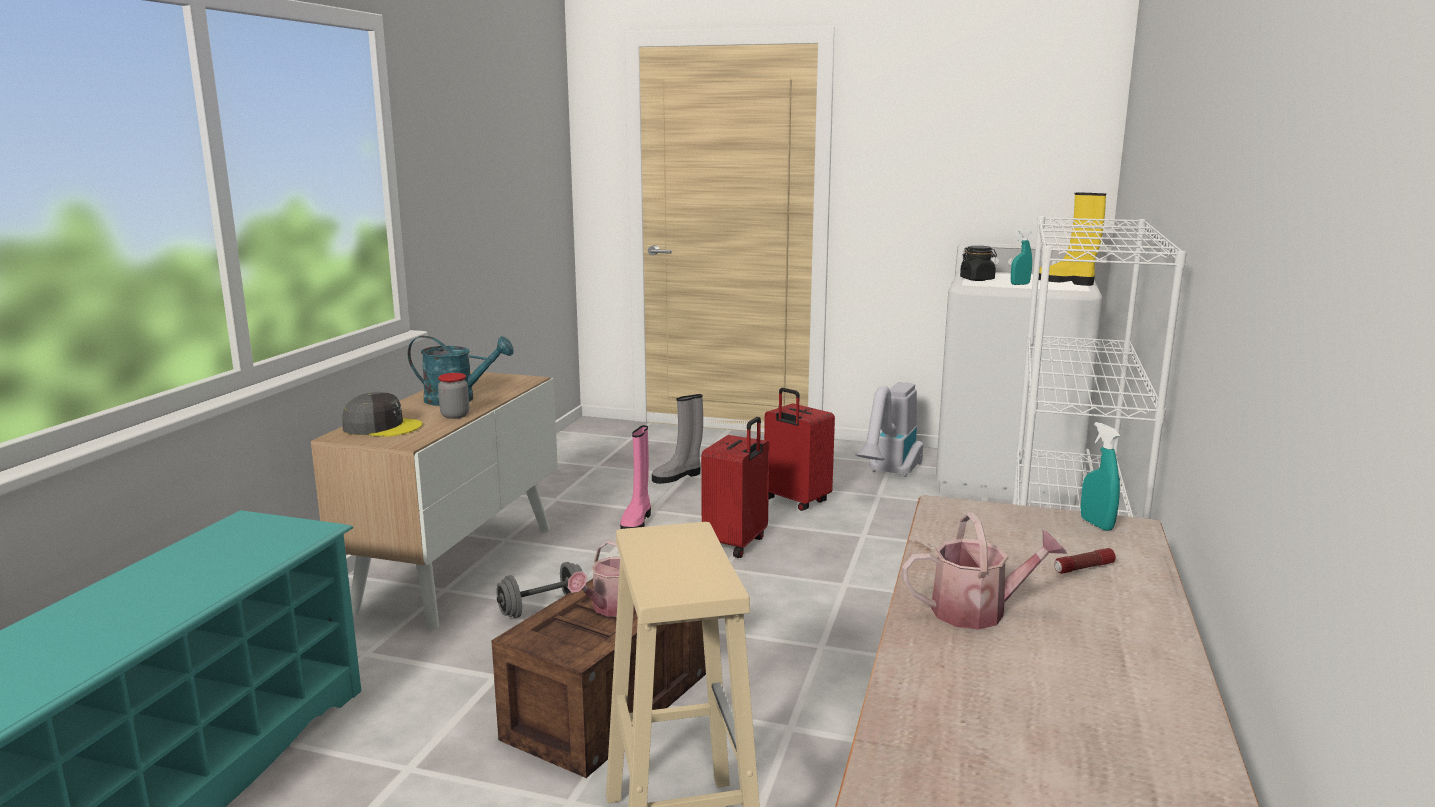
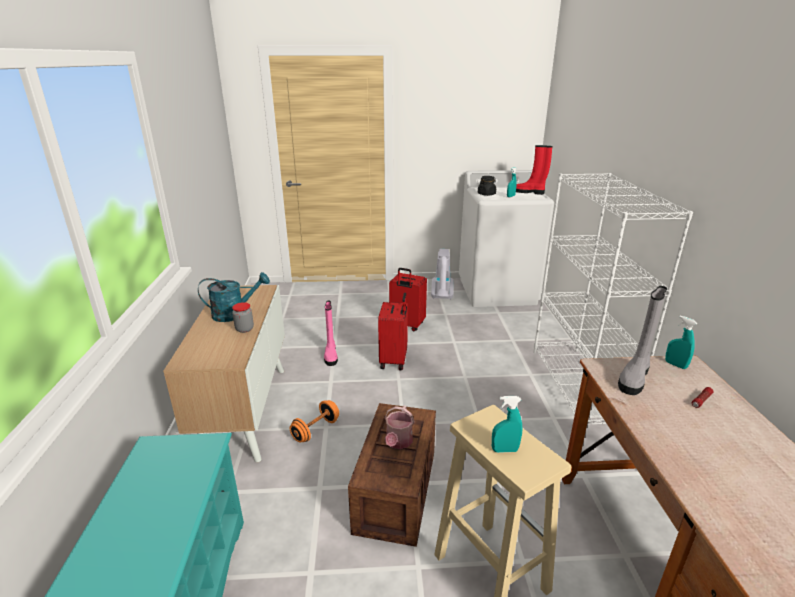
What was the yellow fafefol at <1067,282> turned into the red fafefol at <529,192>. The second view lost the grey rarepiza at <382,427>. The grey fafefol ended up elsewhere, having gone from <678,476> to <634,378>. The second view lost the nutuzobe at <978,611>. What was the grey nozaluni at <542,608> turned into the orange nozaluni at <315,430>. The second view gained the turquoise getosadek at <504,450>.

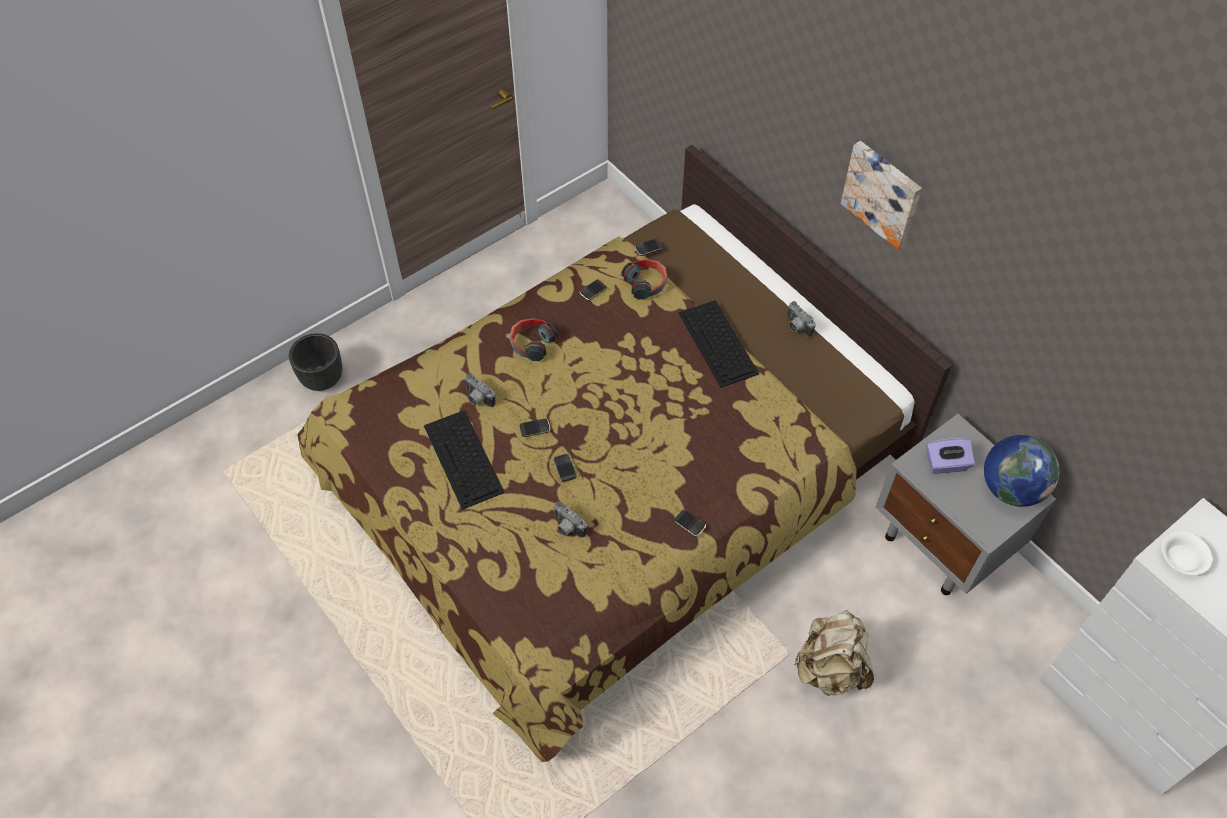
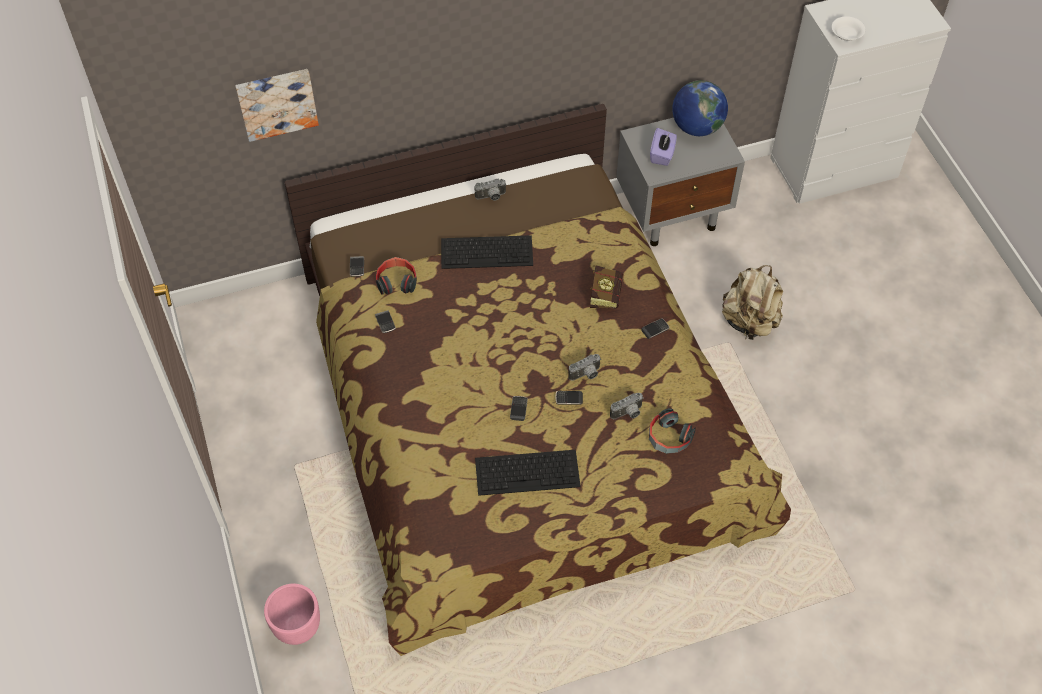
The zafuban ended up elsewhere, having gone from <883,193> to <276,102>. The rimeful ended up elsewhere, having gone from <532,343> to <668,438>. What was the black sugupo at <323,378> turned into the pink sugupo at <297,626>. The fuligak ended up elsewhere, having gone from <477,399> to <586,375>. The second view gained the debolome at <605,292>.

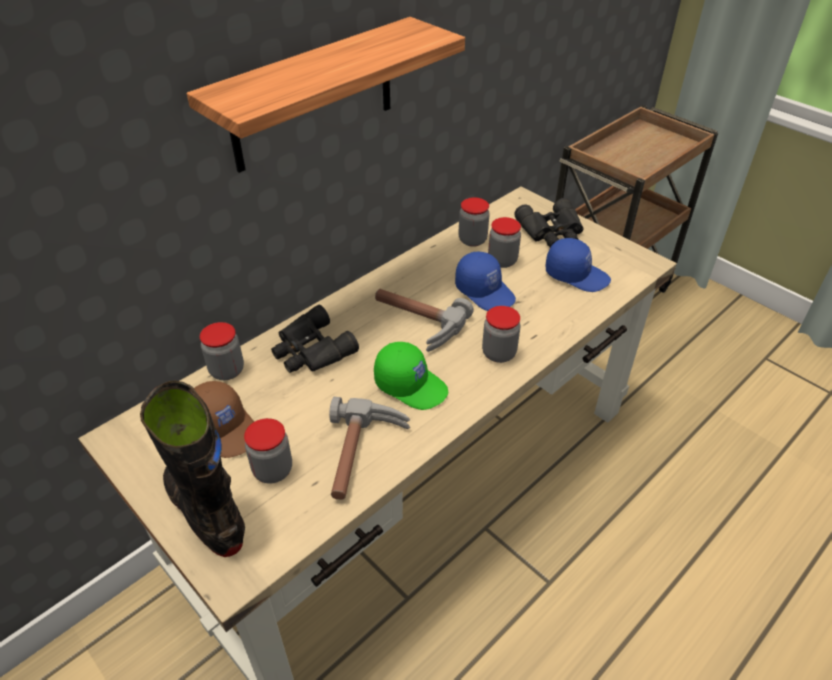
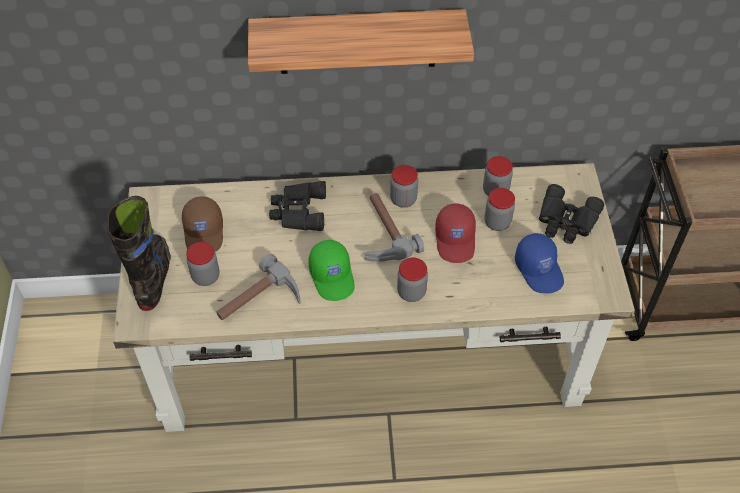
What was the blue rarepiza at <485,291> turned into the red rarepiza at <456,240>. The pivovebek ended up elsewhere, having gone from <227,370> to <403,199>.

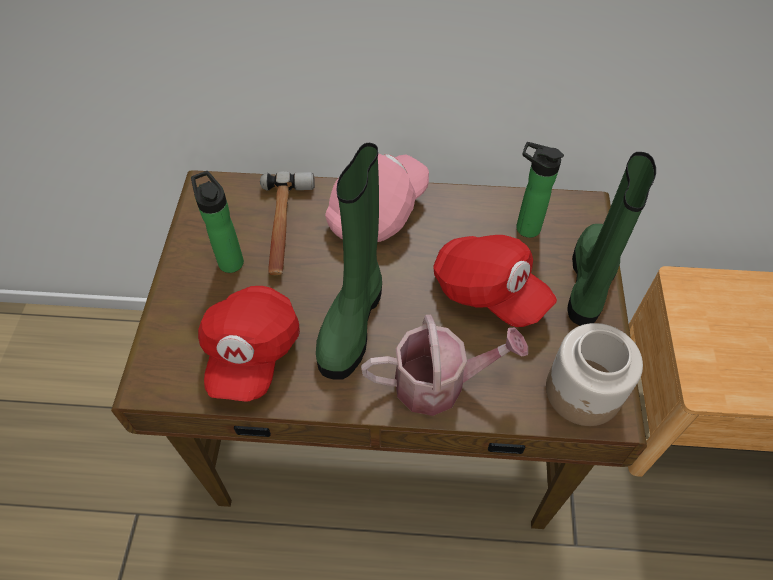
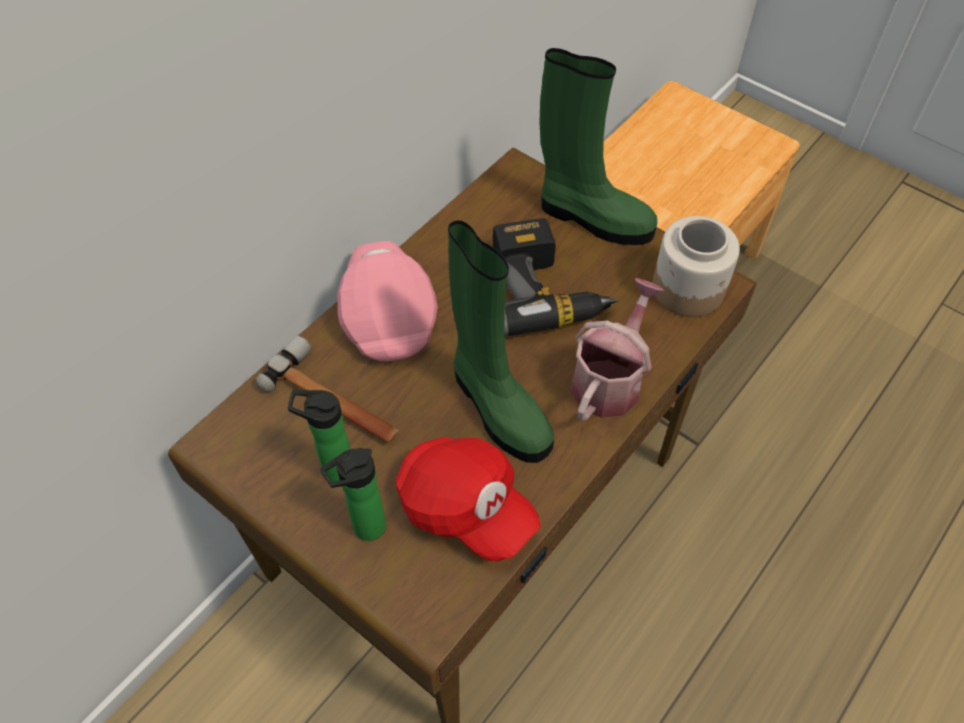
The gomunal ended up elsewhere, having gone from <524,227> to <364,529>. The green fafefol at <589,282> ended up facing another way, 150 degrees clockwise from before. Where the red rarepiza stood at <488,291>, the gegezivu came to stand at <546,289>.

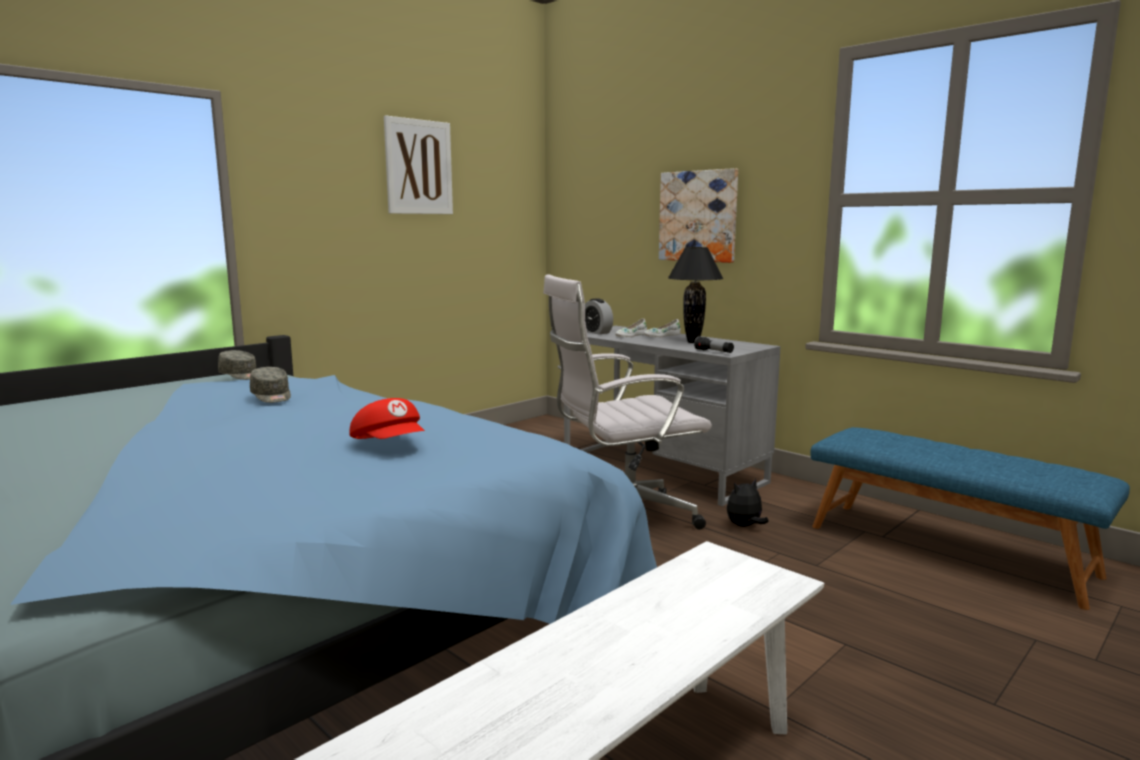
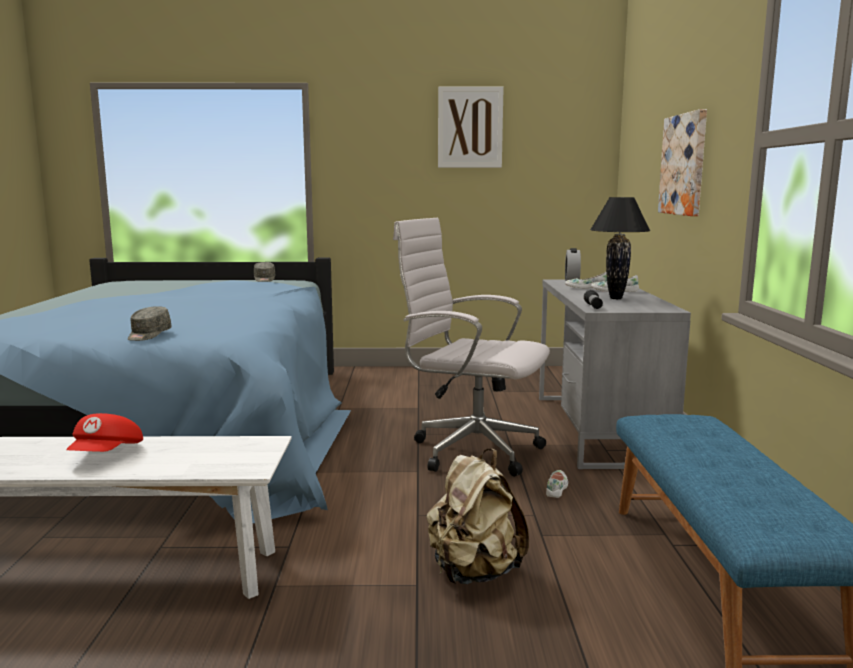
The grey rarepiza ended up elsewhere, having gone from <272,396> to <148,335>. The red rarepiza ended up elsewhere, having gone from <390,445> to <107,455>. Where the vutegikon stood at <745,526>, the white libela came to stand at <557,488>. The second view gained the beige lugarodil at <473,573>.

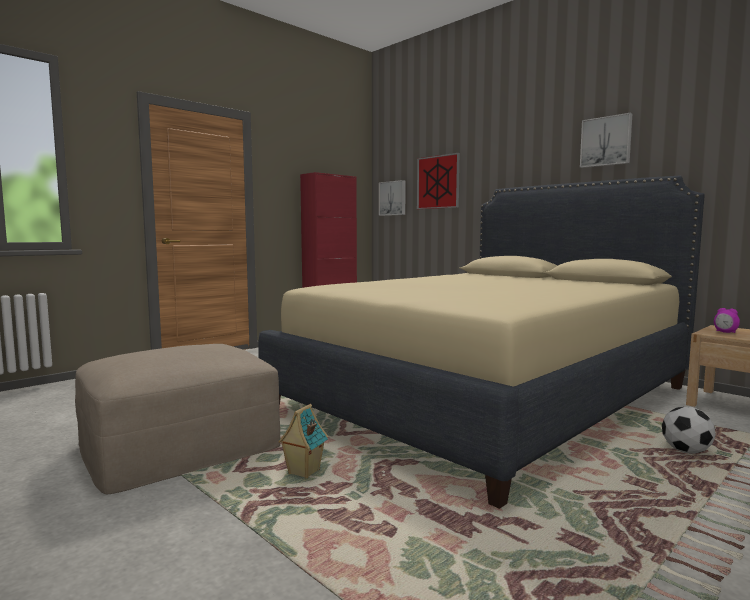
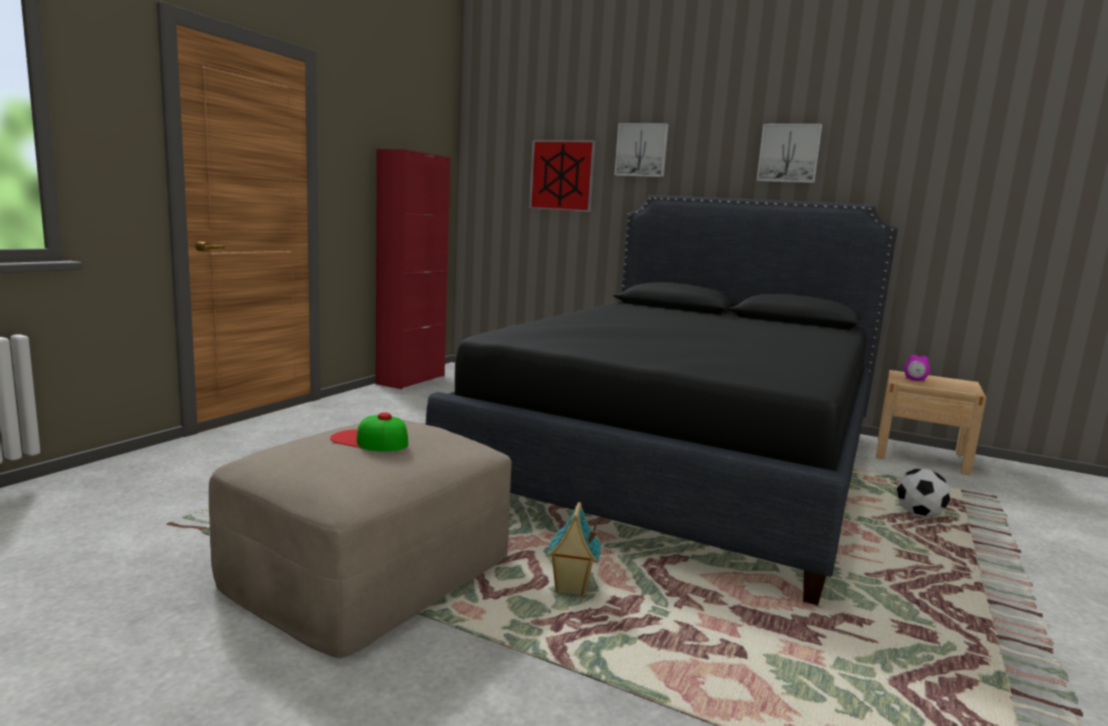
What was the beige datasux at <489,397> turned into the black datasux at <683,461>. The zafuban ended up elsewhere, having gone from <393,198> to <642,150>. The second view gained the rarepiza at <369,440>.

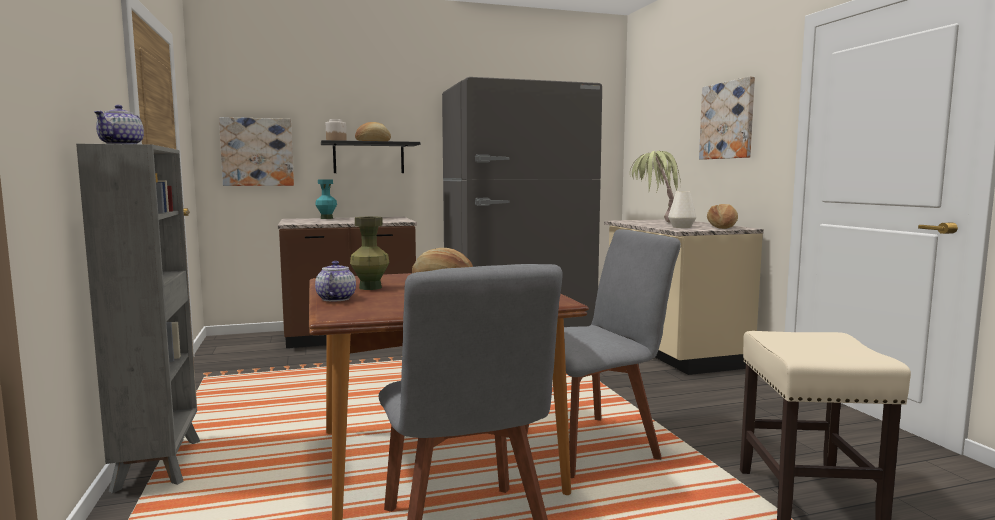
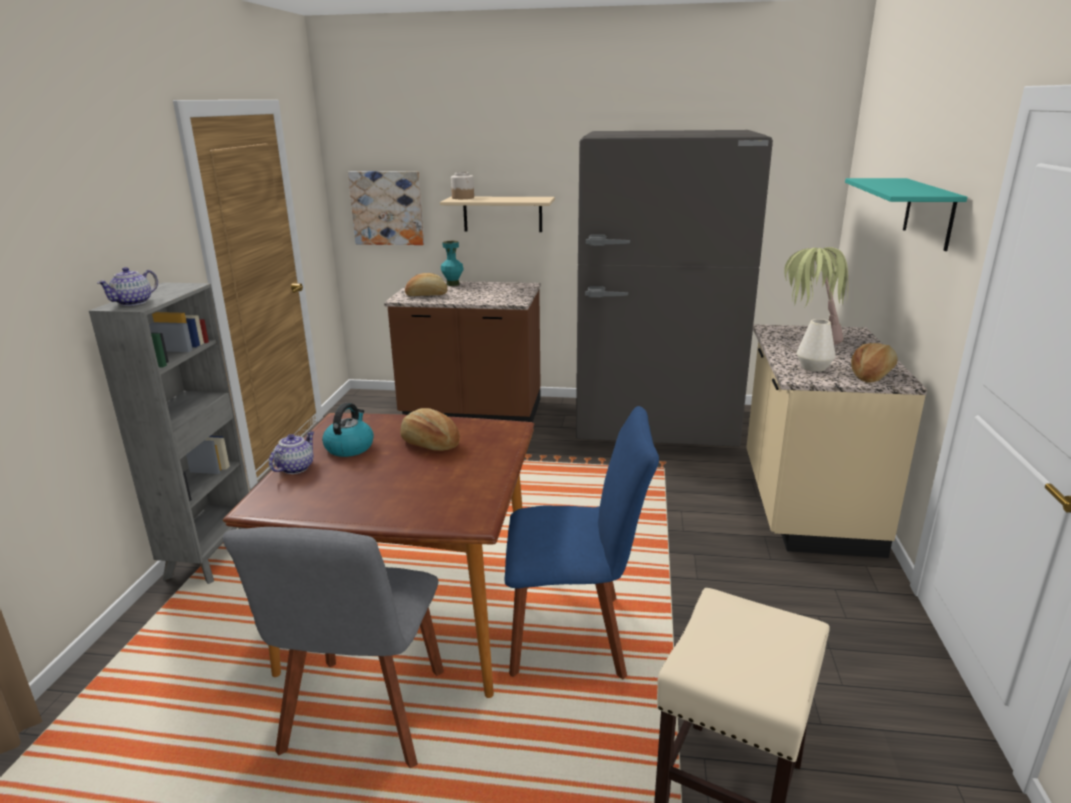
Where the zafuban hung at <727,120>, the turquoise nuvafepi came to hang at <929,213>. The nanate ended up elsewhere, having gone from <373,141> to <426,295>. What was the black nuvafepi at <368,158> turned into the beige nuvafepi at <502,214>. Where the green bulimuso stood at <370,288>, the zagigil came to stand at <349,447>. What was the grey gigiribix at <593,444> turned into the blue gigiribix at <575,635>.

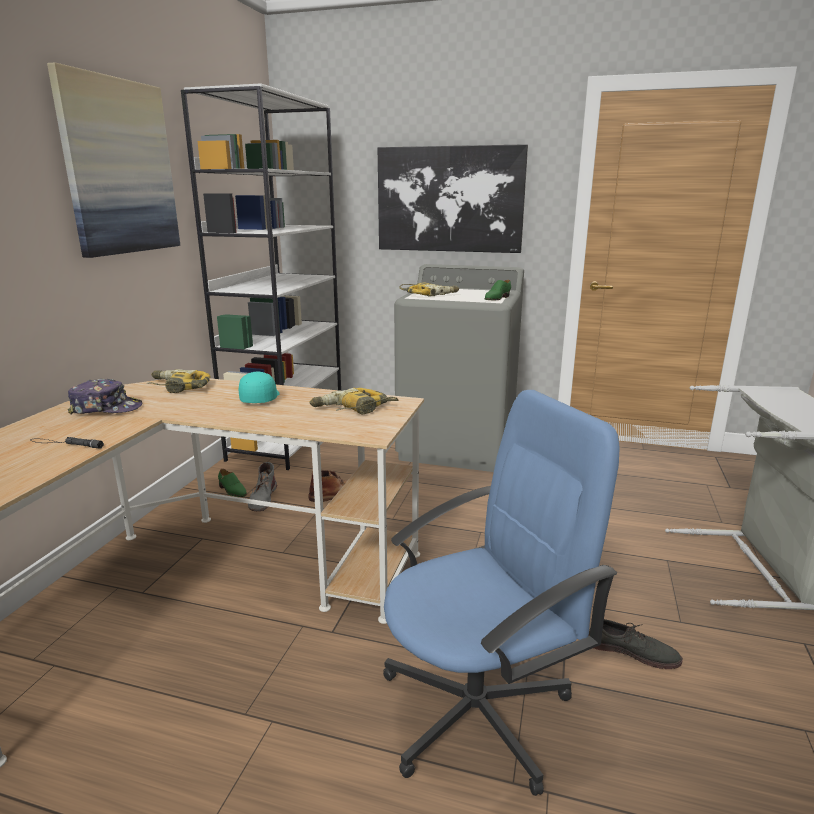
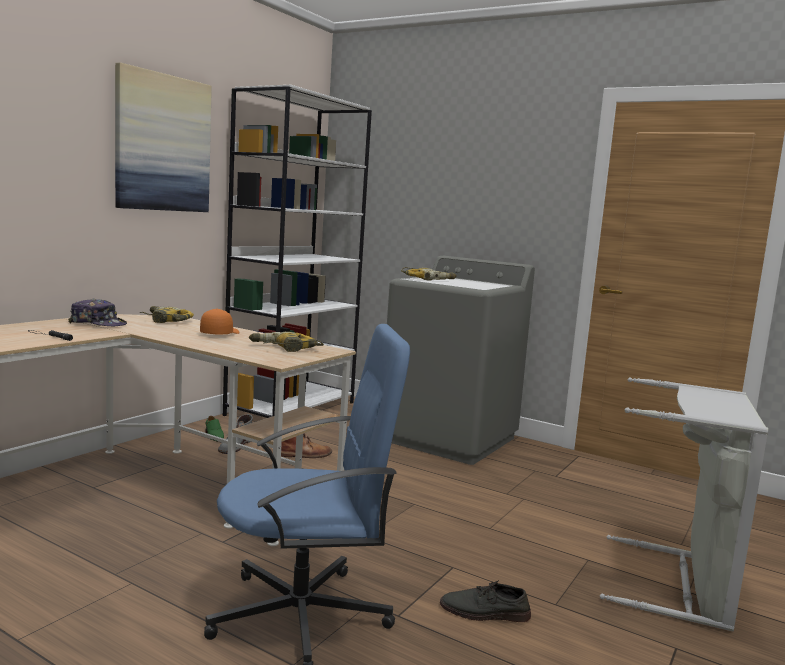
The second view lost the zafuban at <450,199>. The second view lost the green libela at <496,298>. What was the turquoise rarepiza at <259,398> turned into the orange rarepiza at <219,333>. The grey libela at <632,651> ended up facing another way, 150 degrees clockwise from before.

